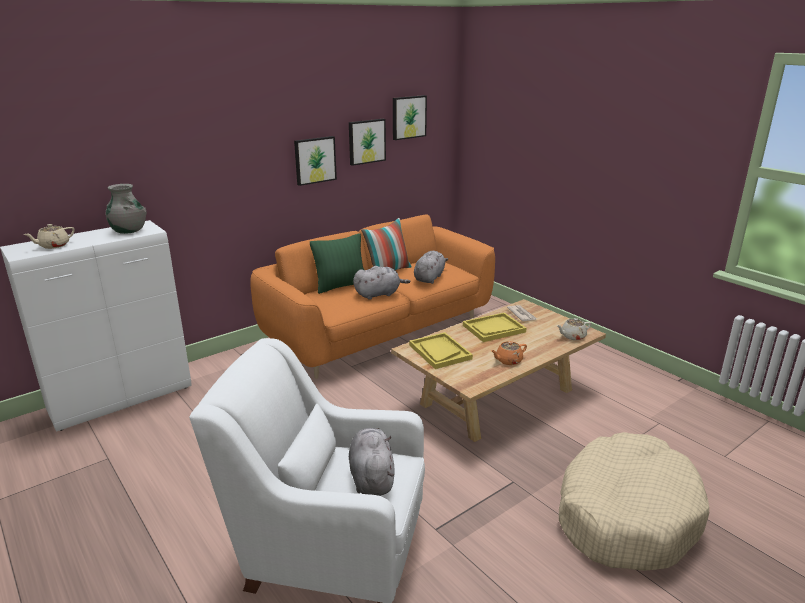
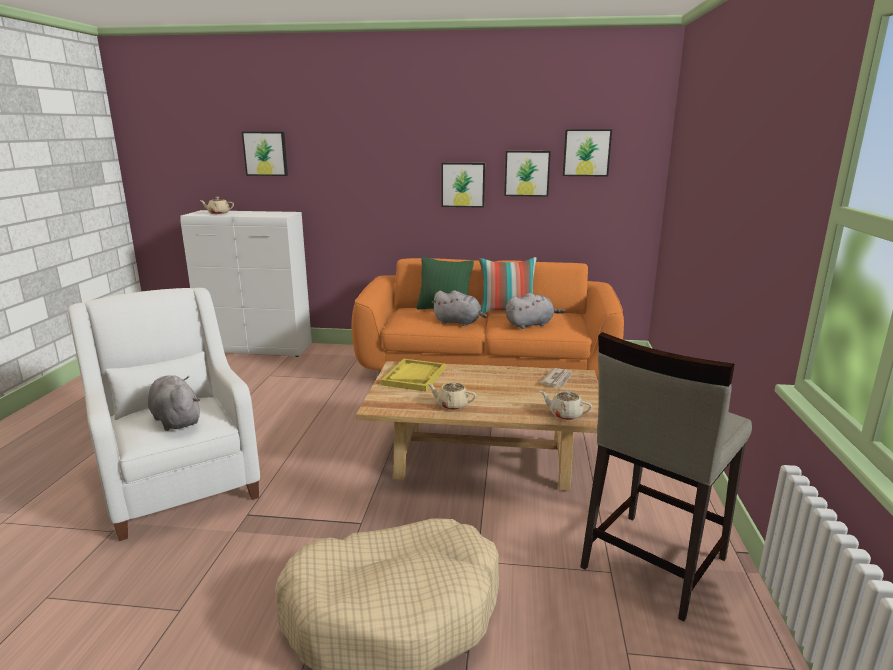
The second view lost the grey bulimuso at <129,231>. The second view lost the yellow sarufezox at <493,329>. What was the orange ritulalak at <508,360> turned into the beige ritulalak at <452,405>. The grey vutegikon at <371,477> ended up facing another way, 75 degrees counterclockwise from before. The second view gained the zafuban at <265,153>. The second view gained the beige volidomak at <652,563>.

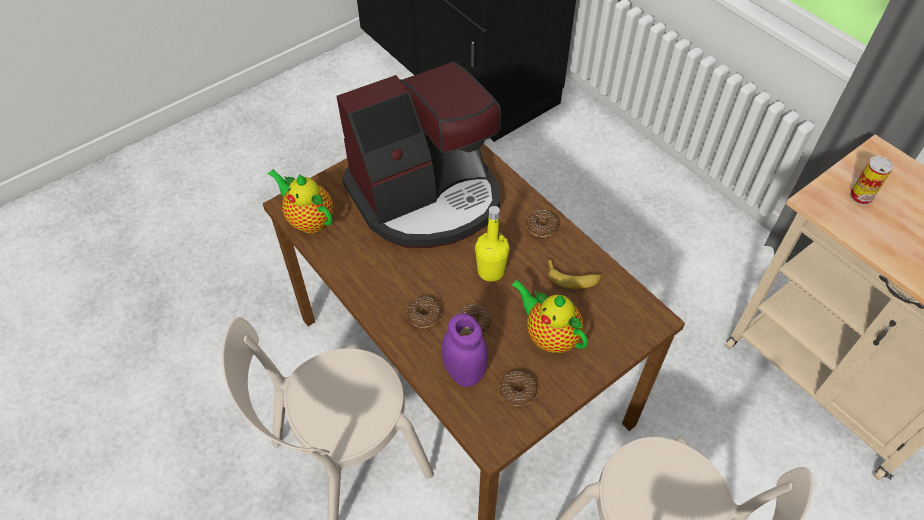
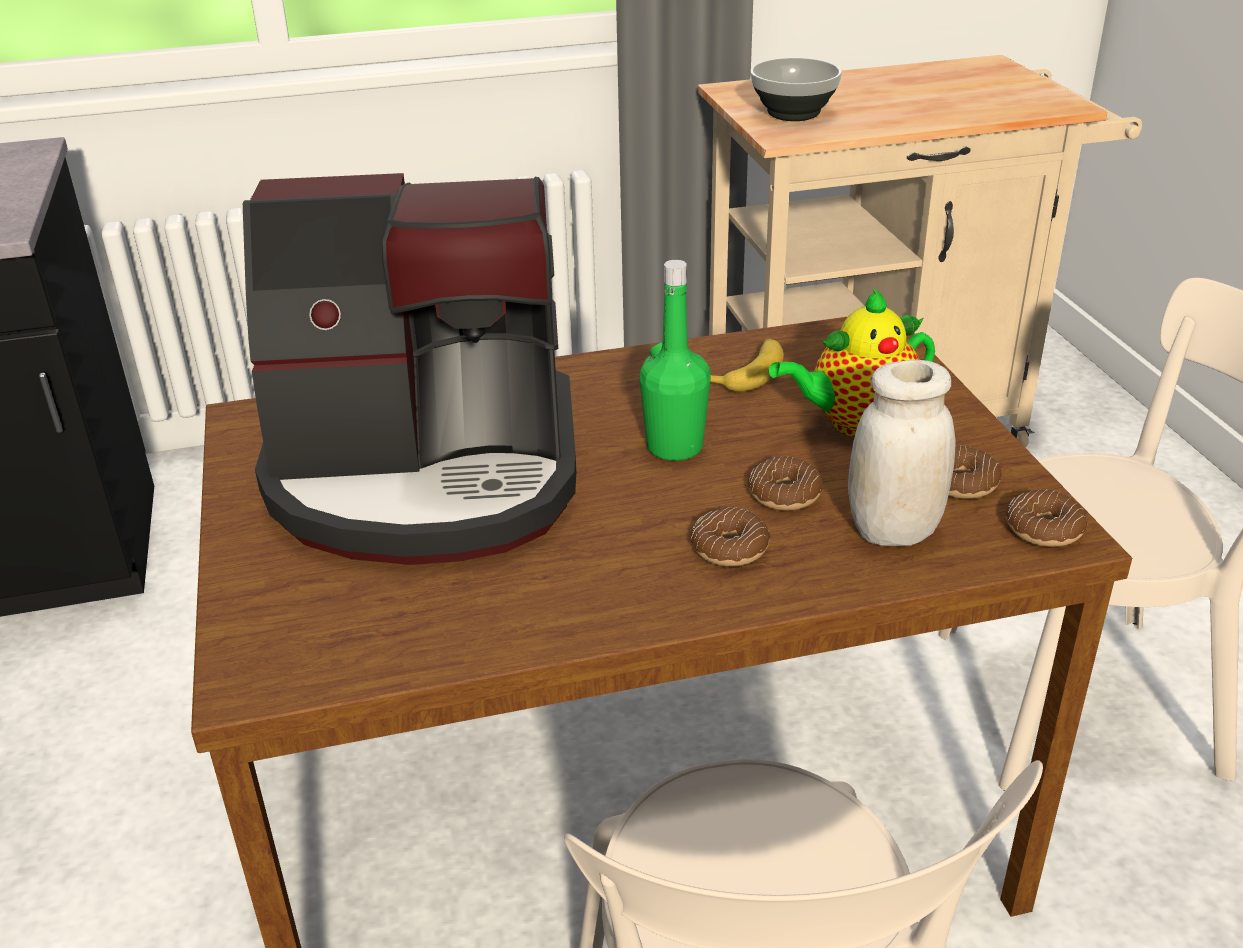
The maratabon at <427,197> ended up facing another way, 90 degrees clockwise from before. Where the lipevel stood at <860,197>, the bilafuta came to stand at <795,114>. The second view lost the ritulalak at <308,219>. What was the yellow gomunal at <491,271> turned into the green gomunal at <674,447>. The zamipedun ended up elsewhere, having gone from <541,227> to <1044,529>. What was the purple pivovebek at <464,372> turned into the white pivovebek at <893,531>.

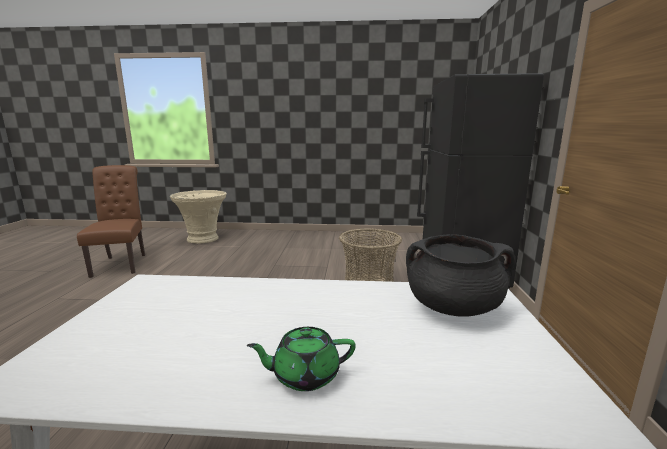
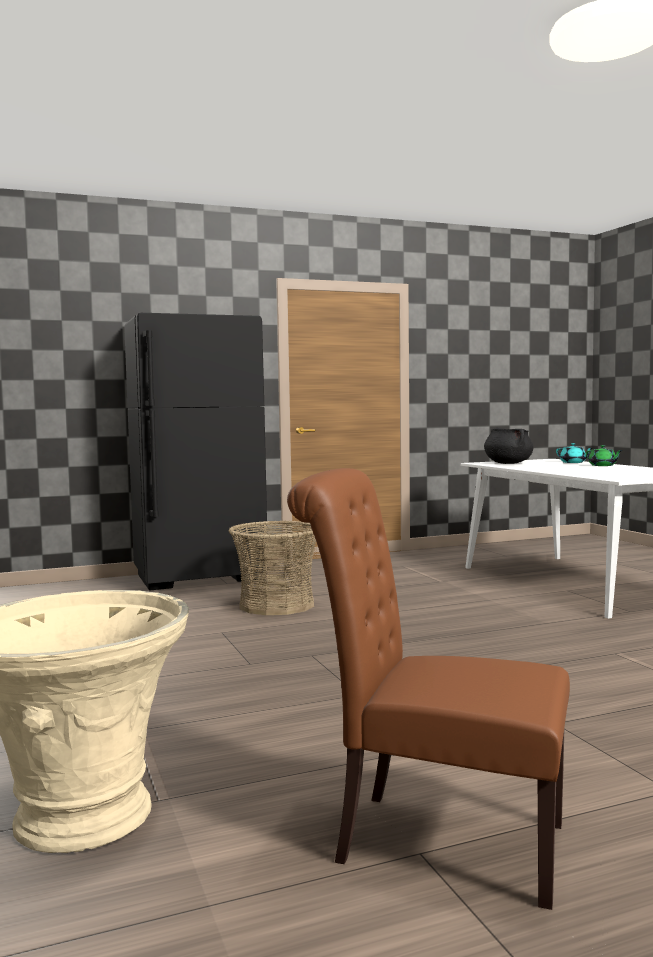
The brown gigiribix at <121,263> ended up facing another way, 60 degrees clockwise from before. The second view gained the turquoise ritulalak at <573,462>.

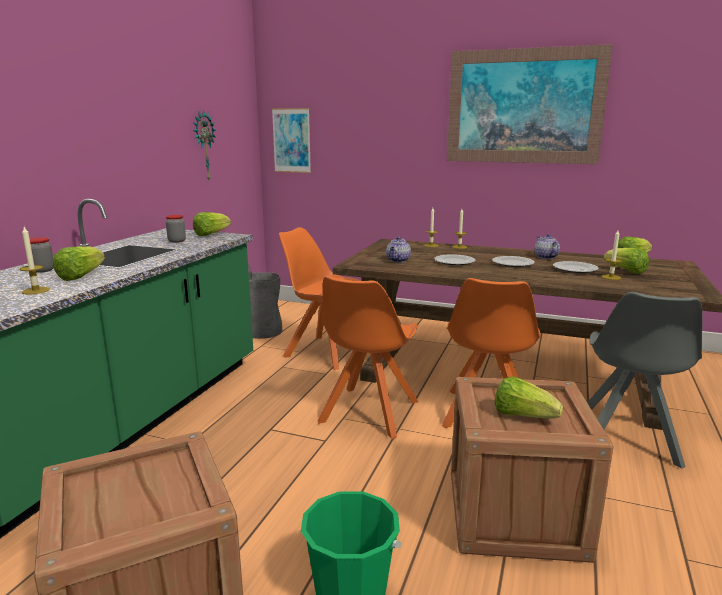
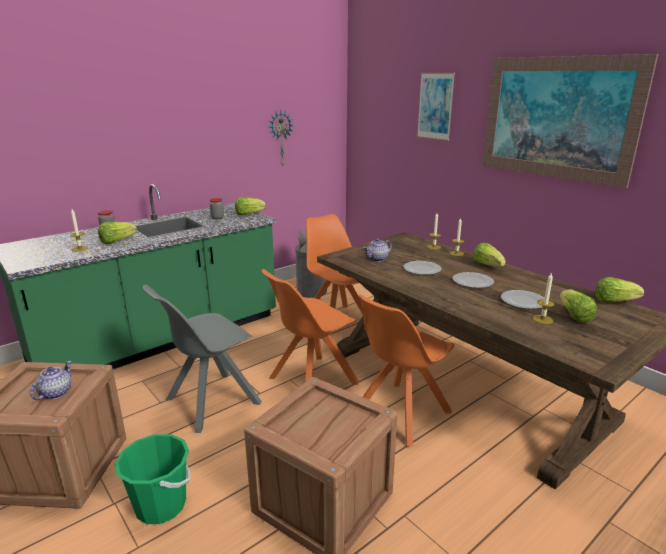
The zafuban ended up elsewhere, having gone from <291,140> to <435,106>. The ritulalak ended up elsewhere, having gone from <545,257> to <55,393>. The grey gigiribix ended up elsewhere, having gone from <628,438> to <210,402>. The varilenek ended up elsewhere, having gone from <523,416> to <487,265>.

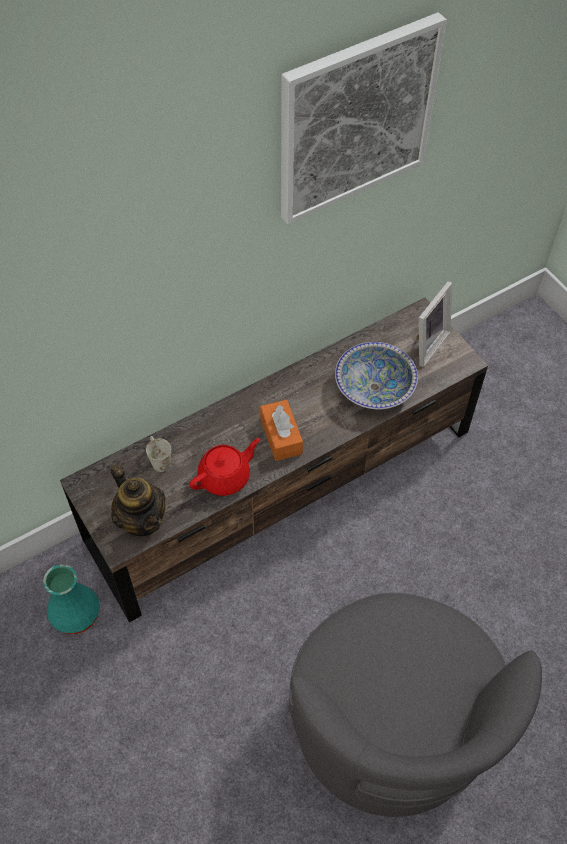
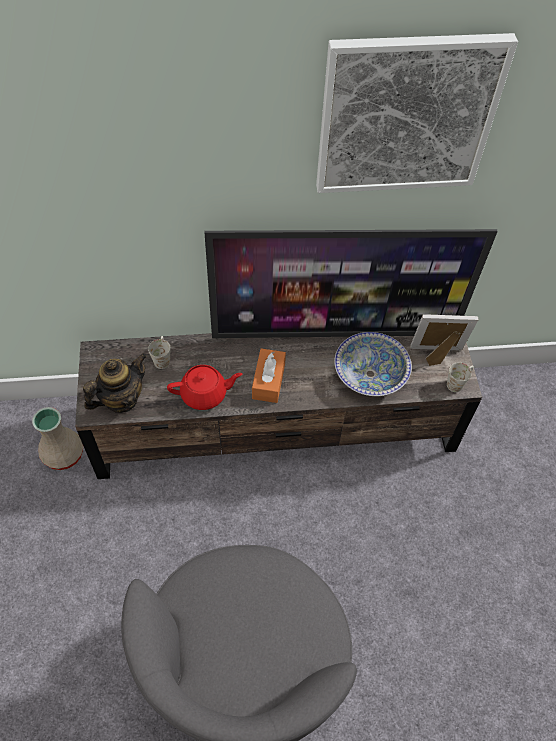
The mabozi at <425,343> ended up facing another way, 150 degrees counterclockwise from before. The ritulalak at <142,520> ended up facing another way, 120 degrees counterclockwise from before. What was the turquoise bulimuso at <75,613> turned into the beige bulimuso at <63,453>. The second view gained the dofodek at <335,332>. The second view gained the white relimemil at <458,382>.

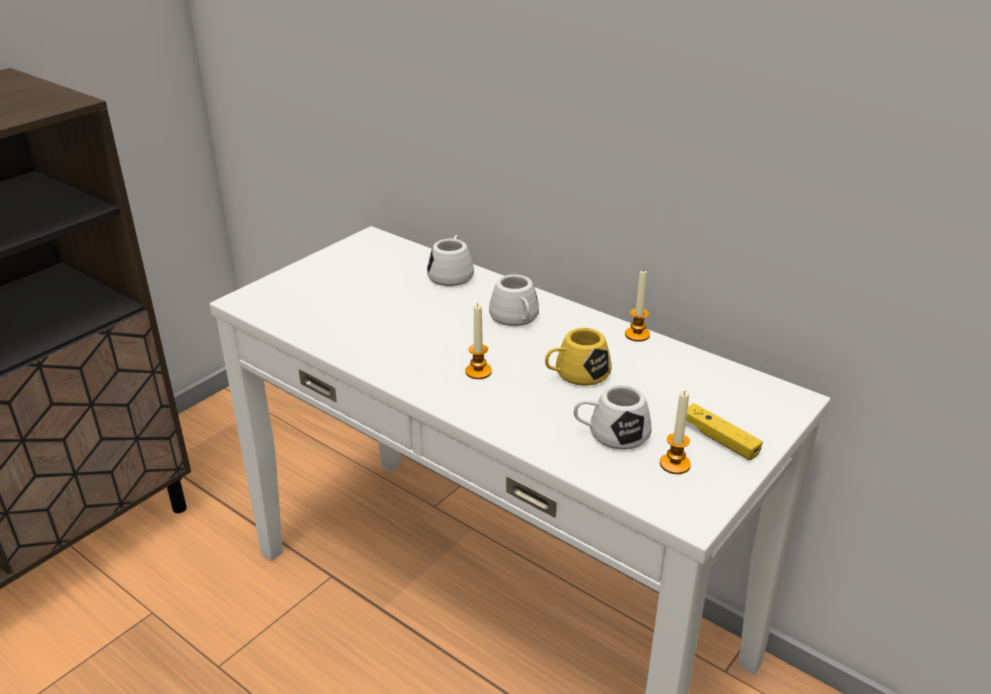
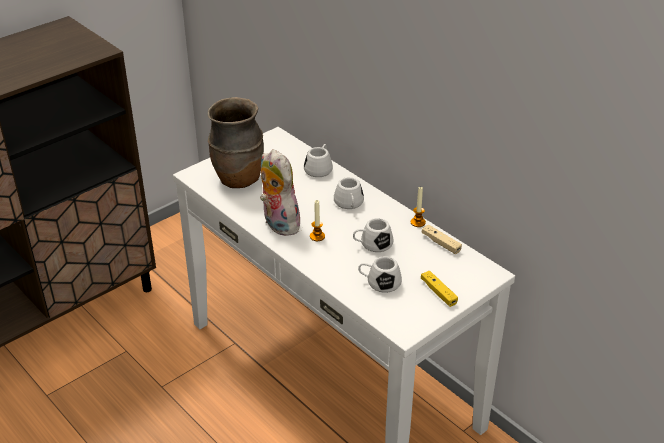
What was the yellow relimemil at <576,374> turned into the white relimemil at <372,244>. The second view lost the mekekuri at <675,464>. The second view gained the brown bulimuso at <238,179>. The second view gained the vutegikon at <278,224>. The second view gained the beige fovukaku at <441,243>.

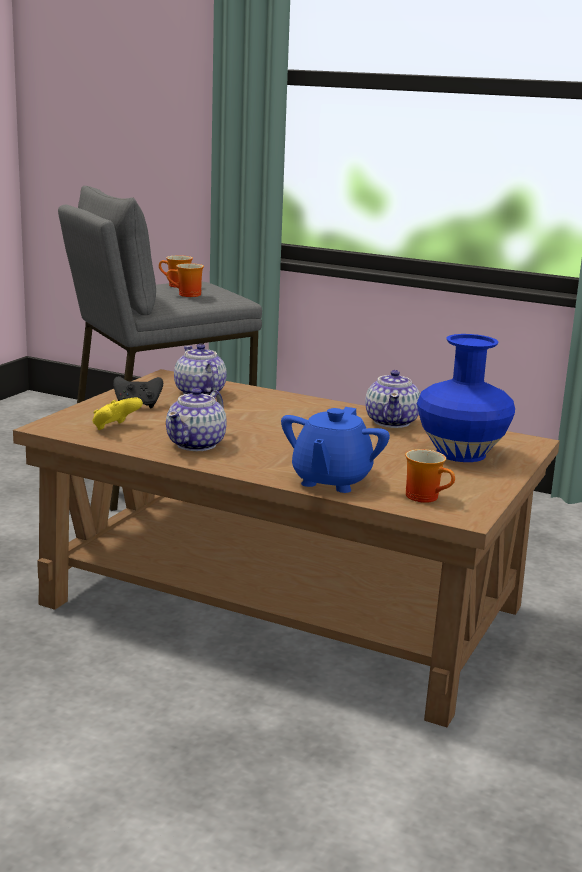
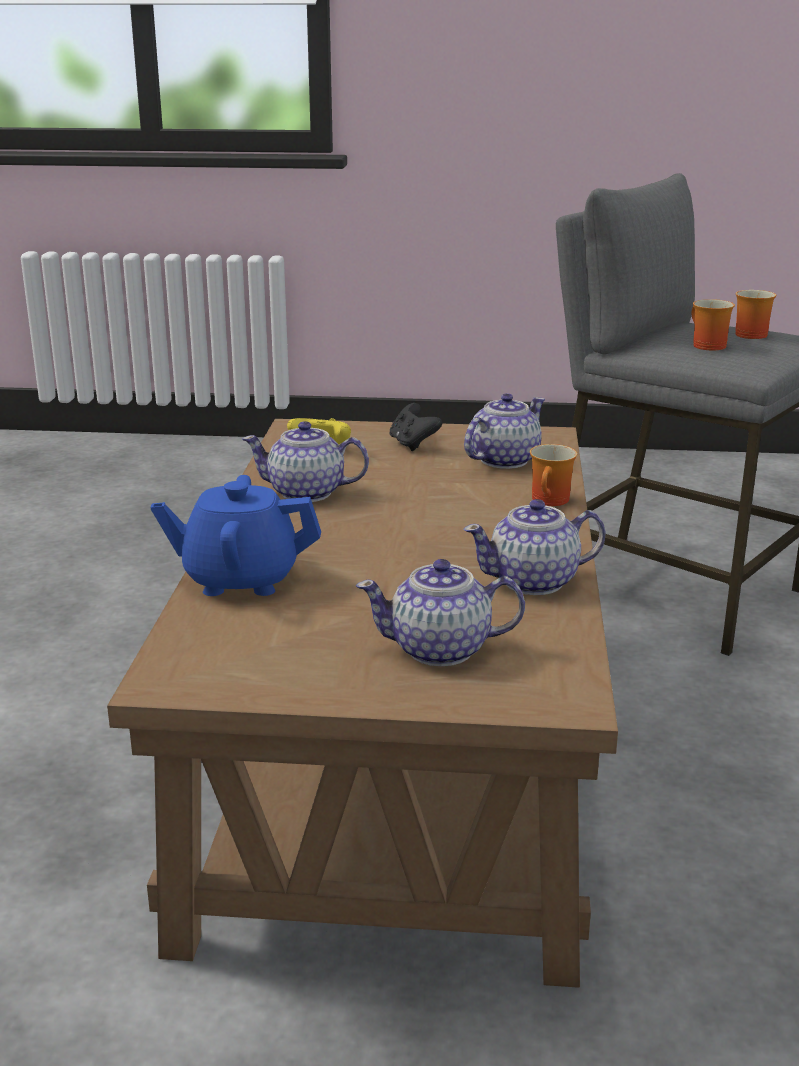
Where the blue bulimuso stood at <462,453>, the ritulalak came to stand at <441,650>. The relimemil ended up elsewhere, having gone from <426,497> to <552,501>.

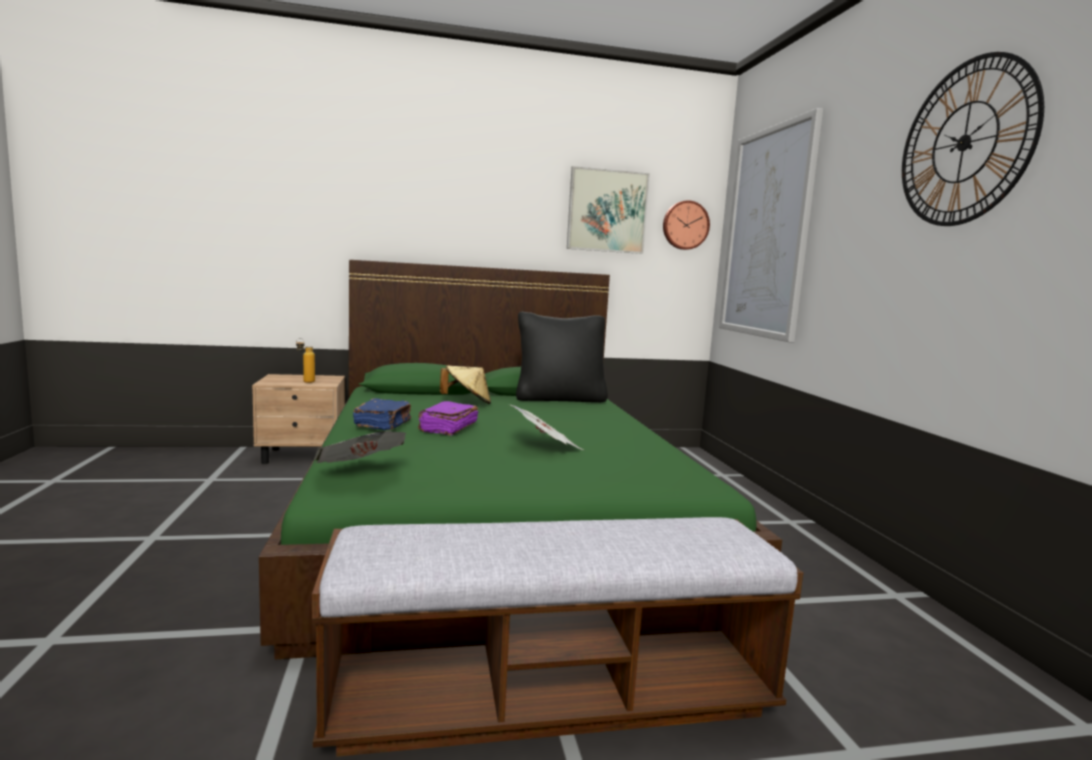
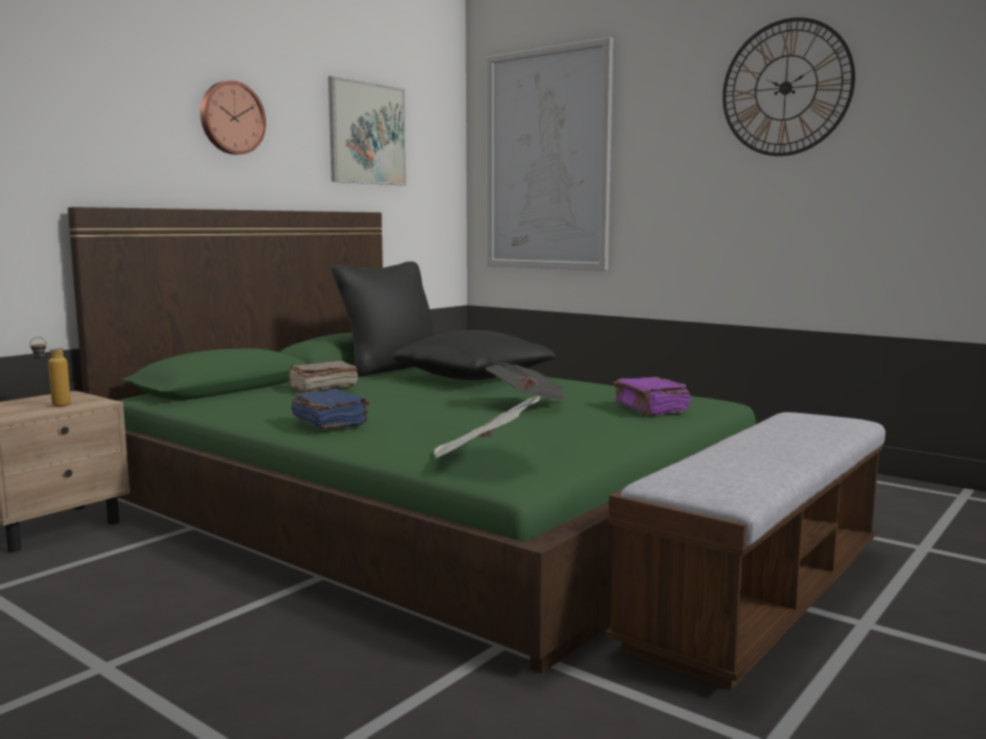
The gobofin ended up elsewhere, having gone from <685,225> to <231,118>. Where the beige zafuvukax stood at <467,402>, the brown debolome came to stand at <322,388>. The purple debolome ended up elsewhere, having gone from <447,428> to <651,408>. The second view gained the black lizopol at <474,377>.

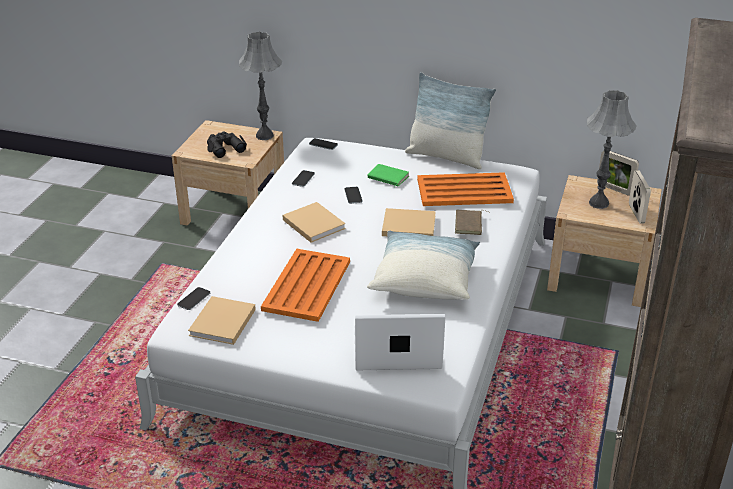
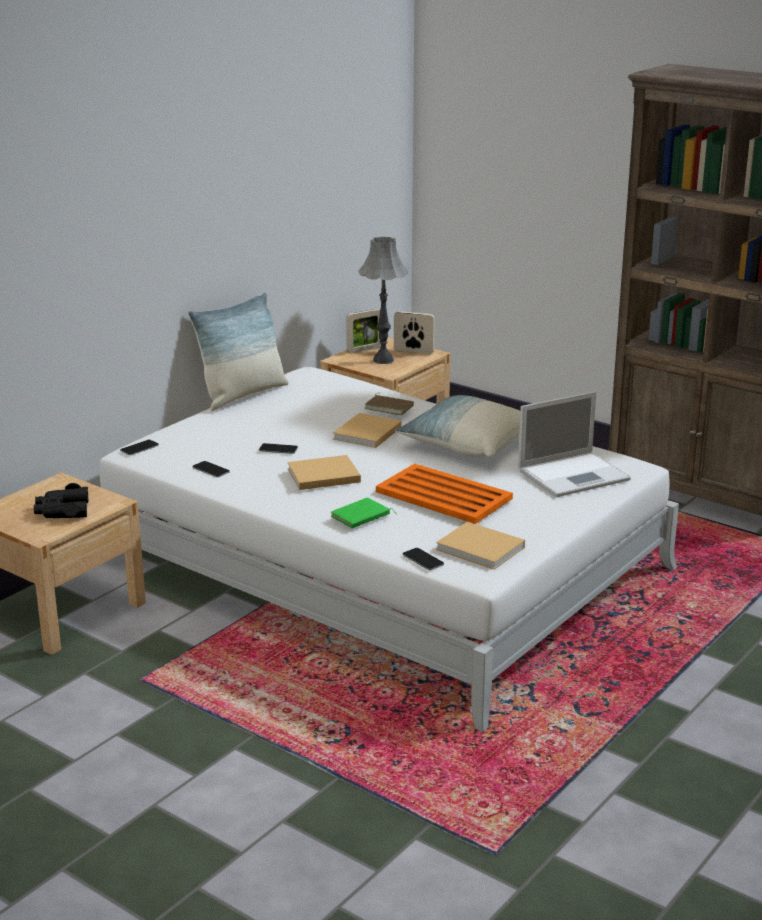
The second view lost the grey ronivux at <264,136>. The green debolome ended up elsewhere, having gone from <387,178> to <361,517>. The second view lost the orange sarufezox at <463,191>. The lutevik at <395,350> ended up facing another way, 135 degrees counterclockwise from before.

